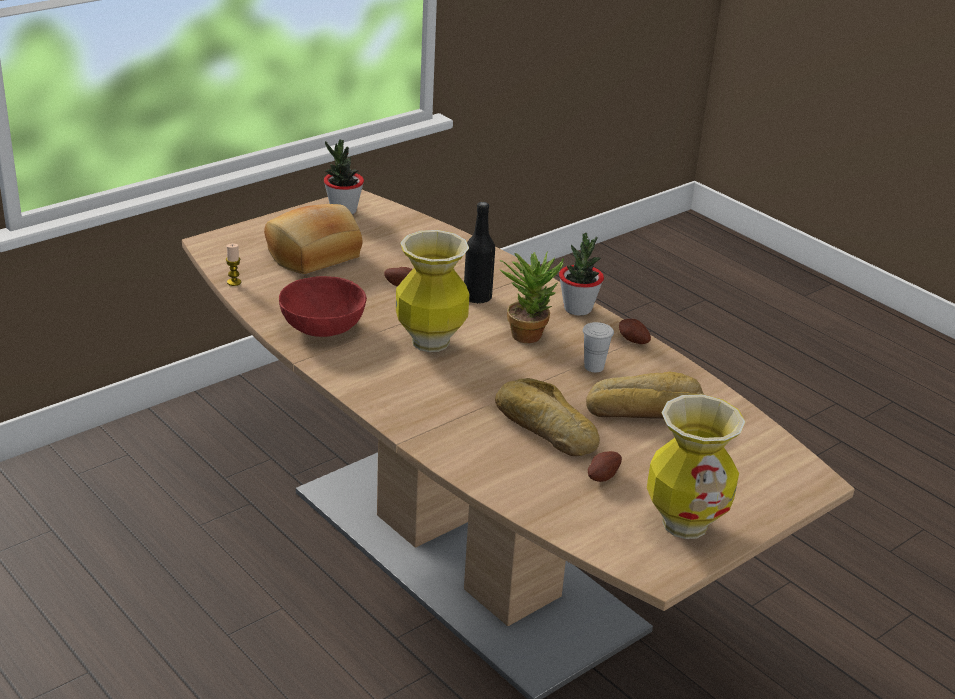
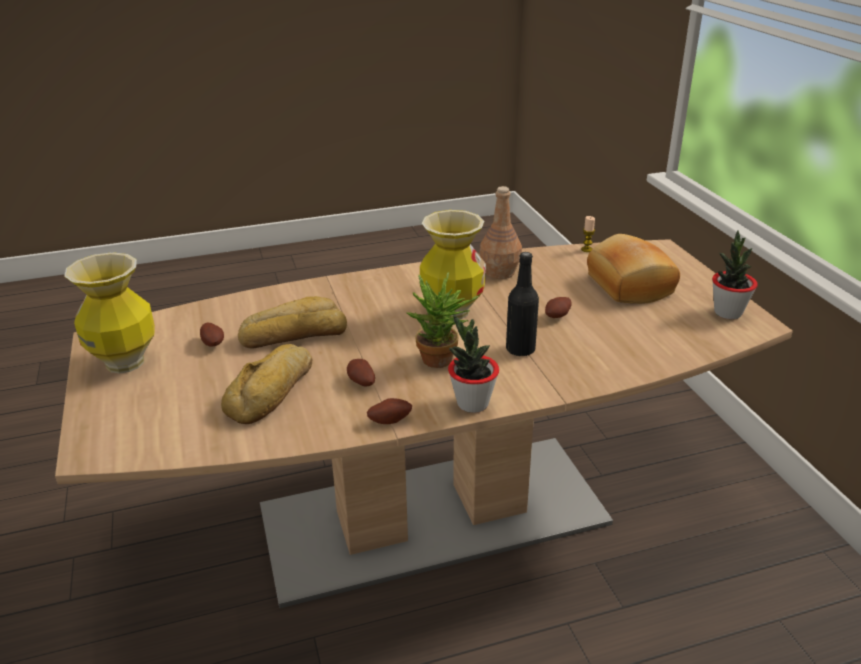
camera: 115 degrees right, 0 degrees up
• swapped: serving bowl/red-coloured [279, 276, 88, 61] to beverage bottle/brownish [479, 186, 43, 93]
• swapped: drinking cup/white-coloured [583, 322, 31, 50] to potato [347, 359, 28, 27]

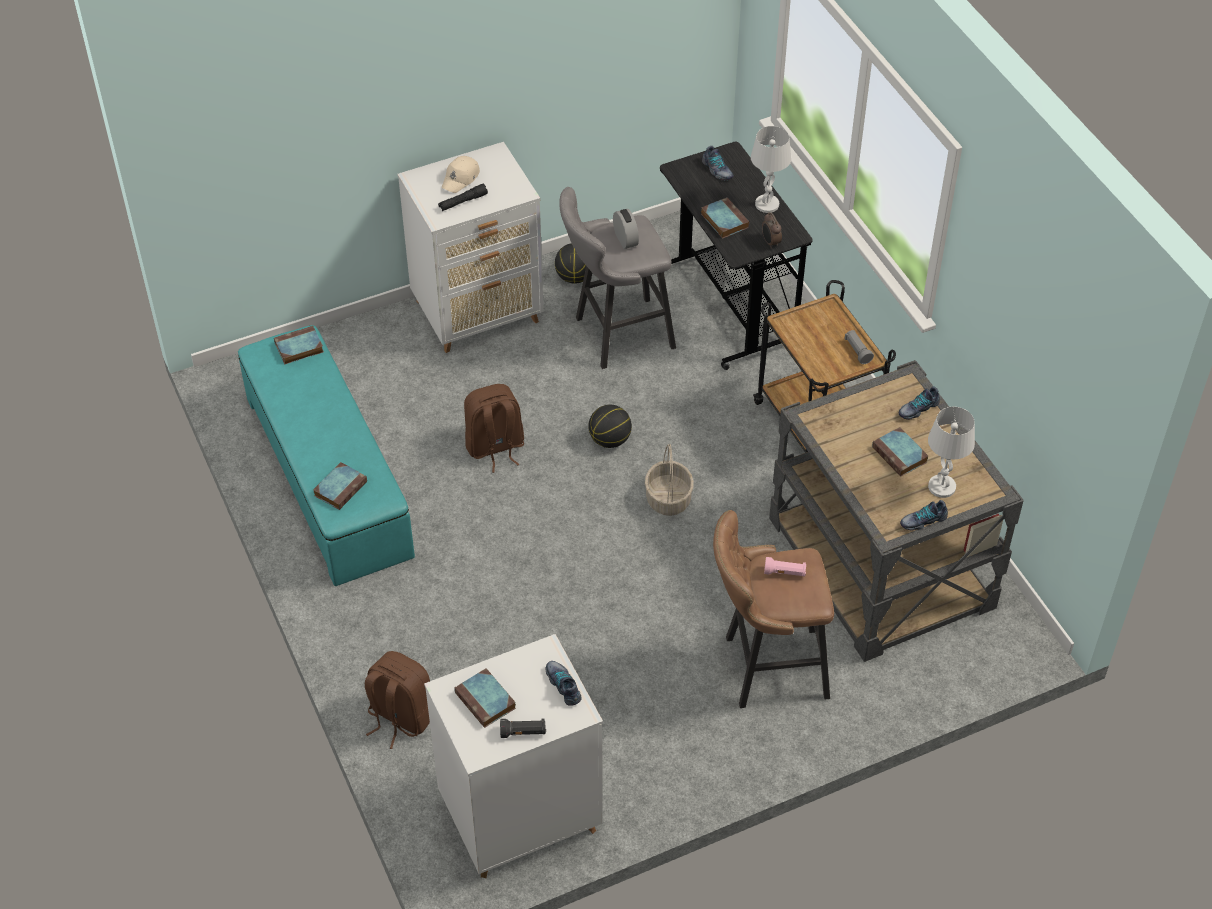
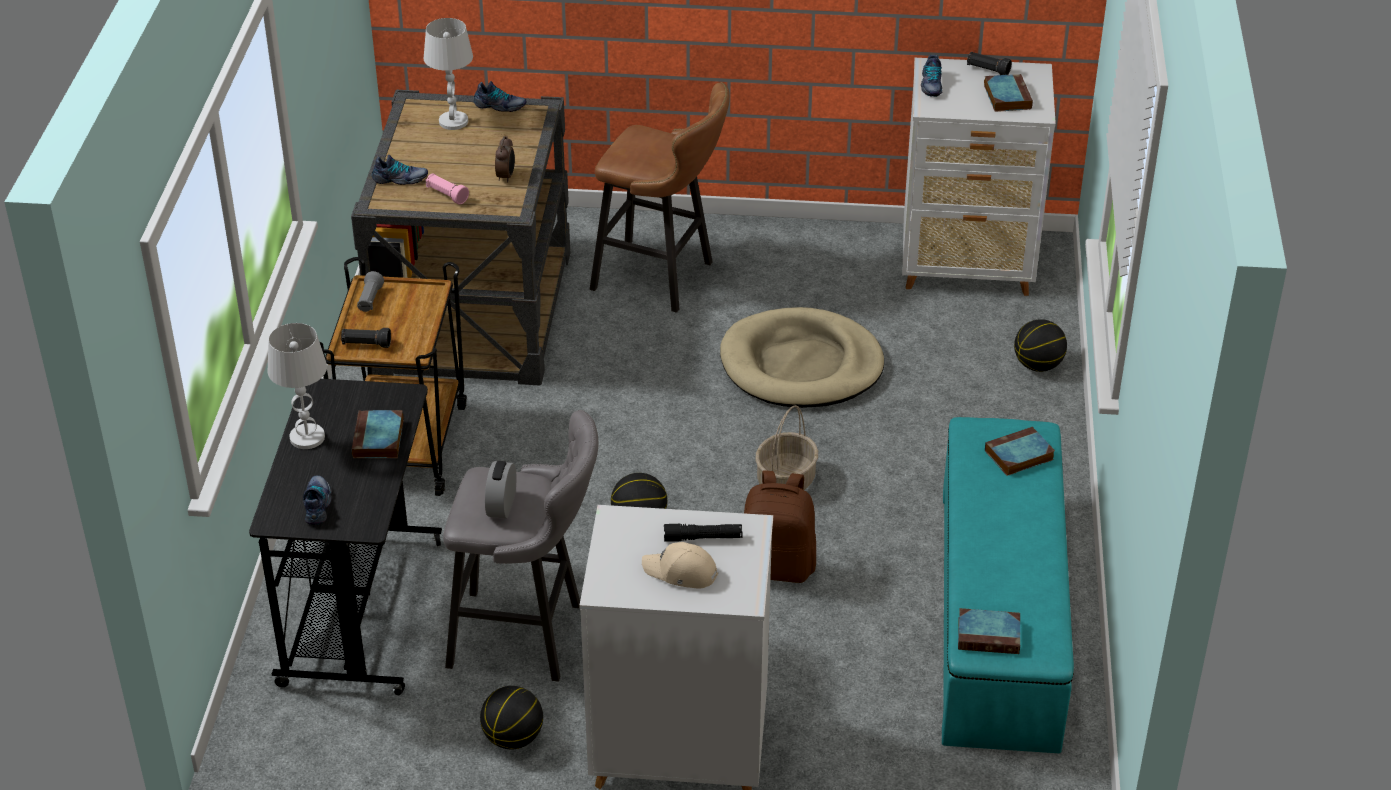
camera: 150 degrees left, 10 degrees down
• gone: book [872, 427, 56, 50]
• new: flashlight/black-coloured [341, 328, 50, 20]
• new: dog cushion/beige-coloured [720, 307, 164, 101]
• shifted: household basket [645, 444, 49, 72] to [755, 405, 63, 85]
• shifted: bedside clock [762, 212, 20, 37] to [495, 136, 20, 47]
• shifted: flashlight/pink-coloured [764, 557, 42, 20] to [426, 173, 43, 31]
• swapped: rucksack/brownish [365, 651, 65, 98] to basketball [1014, 319, 53, 53]
• rotated: baseball cap/beige-coloured [442, 156, 38, 37] = [642, 542, 76, 46] 135 degrees counterclockwise

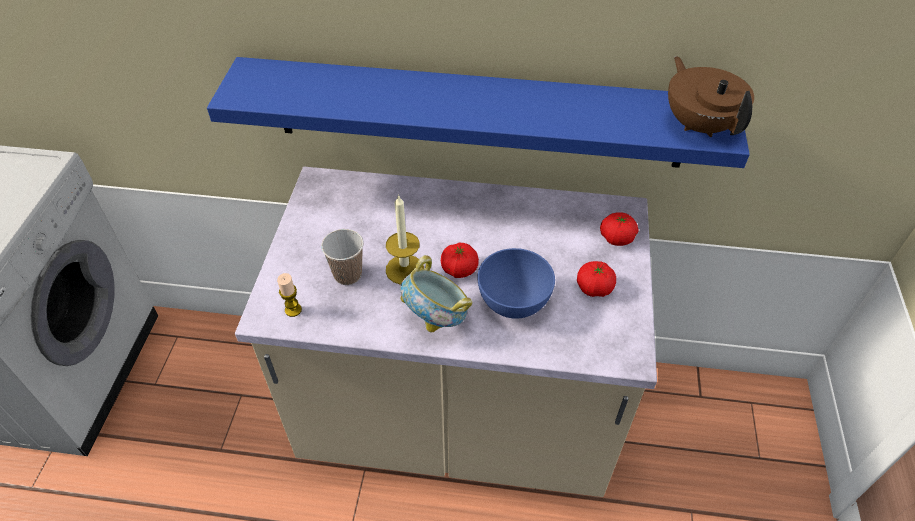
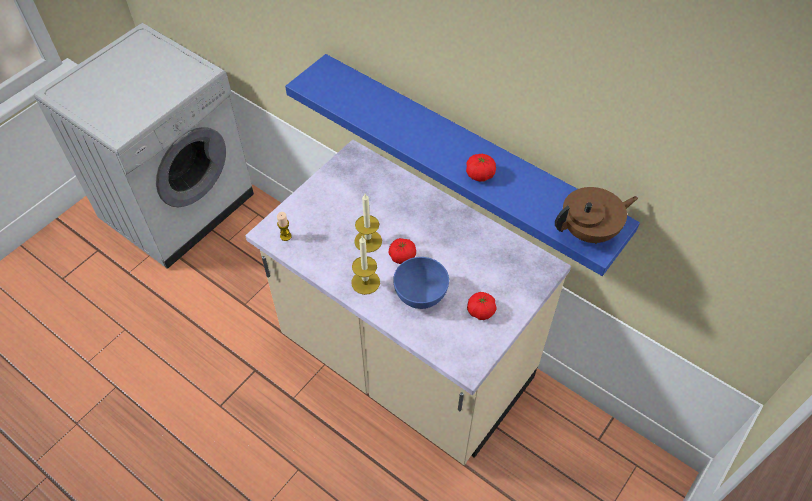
camera: 30 degrees right, 5 degrees up
• gone: drinking cup [321, 229, 43, 56]
• shifted: whole tomato [600, 212, 38, 34] to [466, 154, 30, 28]
• swapped: serving bowl [400, 255, 72, 77] to wax light [351, 236, 29, 59]
• rotated: tea pot/brownish [668, 56, 86, 81] = [555, 187, 83, 57] 60 degrees clockwise

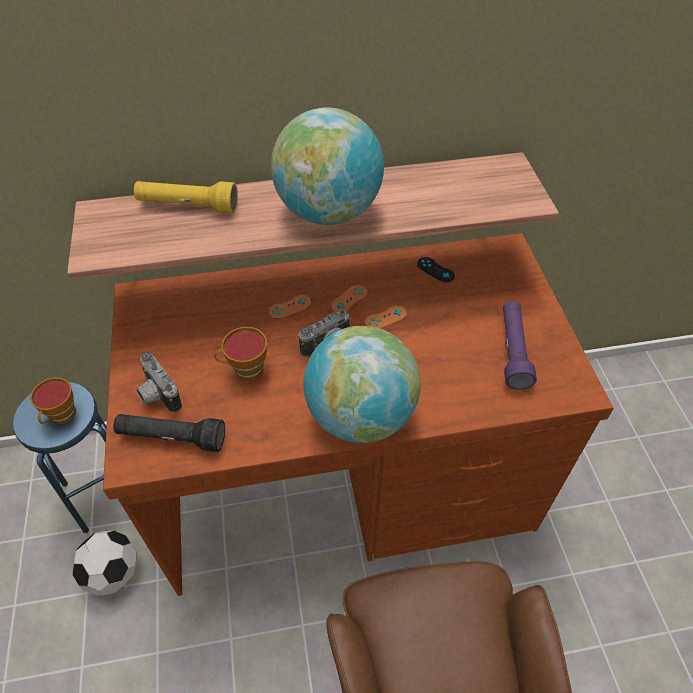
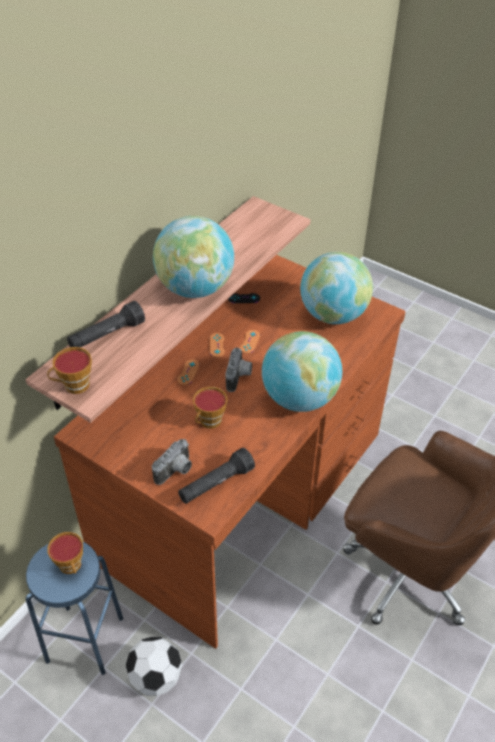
camera: 45 degrees left, 5 degrees down
• new: drinking cup [47, 347, 45, 47]
• swapped: flashlight/purplish [503, 301, 34, 89] to globe [300, 252, 73, 72]
• repainted: flashlight/yellowish [134, 181, 104, 32] to flashlight/black-coloured [67, 301, 78, 46]
• rotated: still camera [137, 352, 45, 61] = [152, 439, 40, 46] 60 degrees counterclockwise

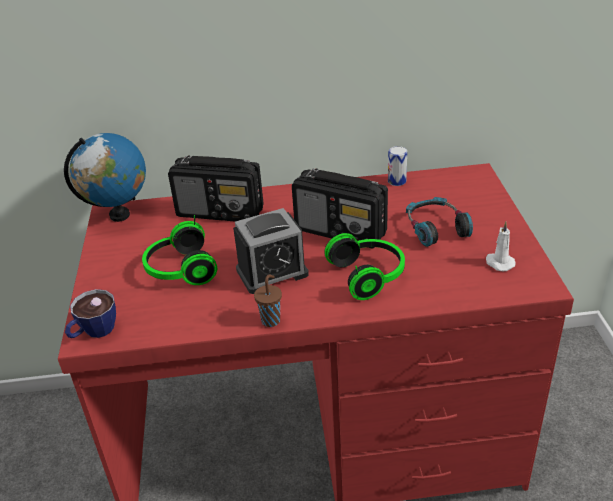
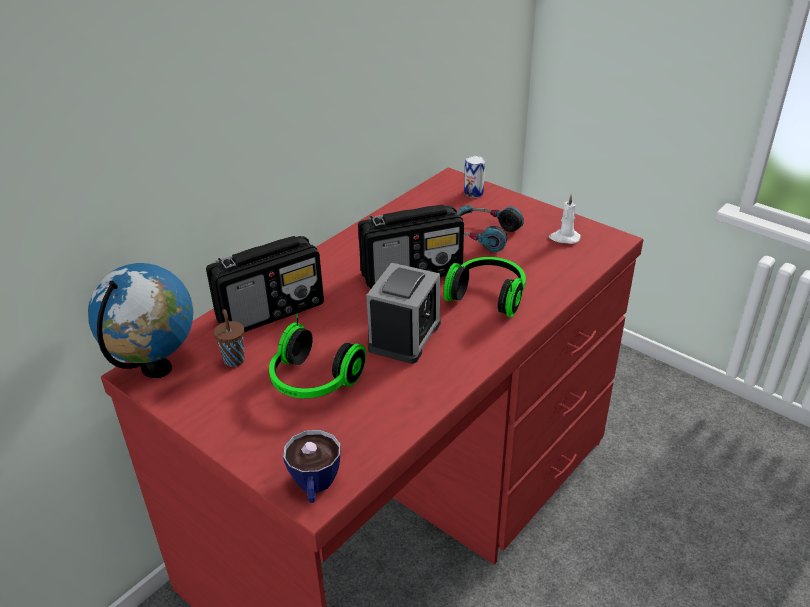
camera: 45 degrees left, 0 degrees up
• shifted: drinking cup/brownish [254, 274, 28, 53] to [214, 309, 31, 58]
• shifted: sealed can [388, 146, 19, 40] to [464, 156, 21, 42]

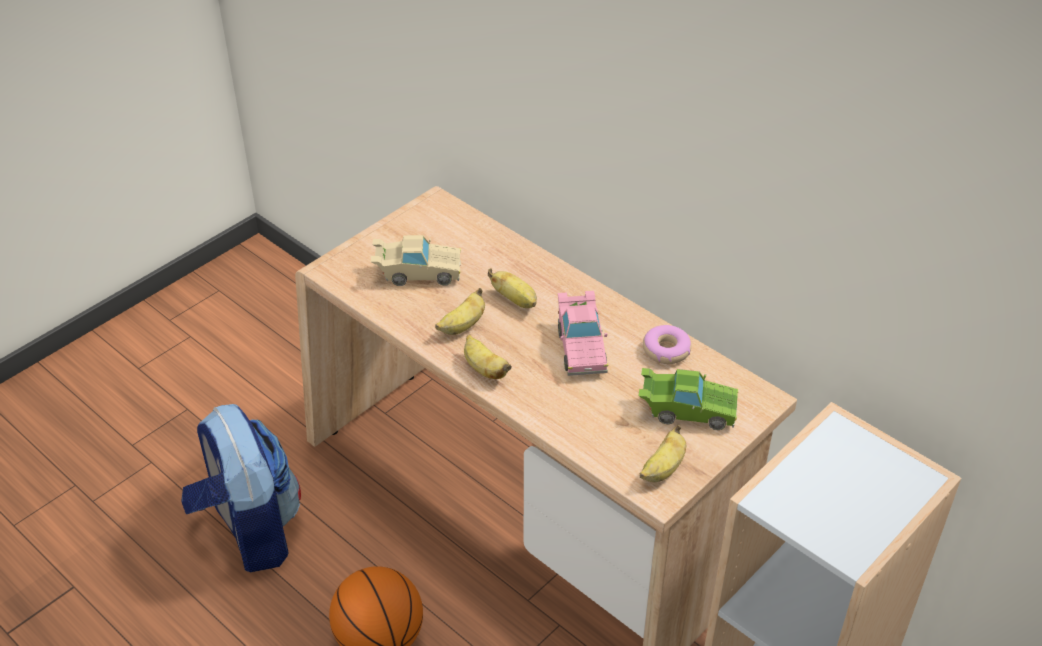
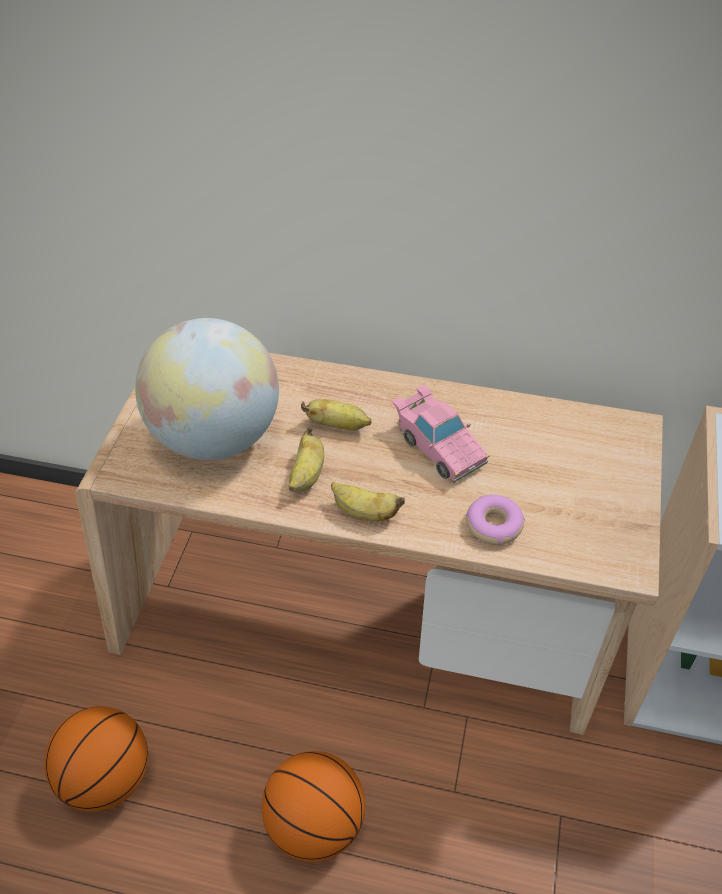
camera: 30 degrees left, 5 degrees up
• gone: miniature car/greenish [639, 368, 100, 62]
• gone: whole banana [640, 425, 46, 57]
• shifted: donut [643, 325, 49, 39] to [466, 495, 59, 50]
• swapped: rucksack [181, 404, 120, 168] to basketball [44, 706, 104, 106]
• swapped: miniature car/beige-coloured [371, 235, 90, 51] to globe [135, 318, 144, 142]

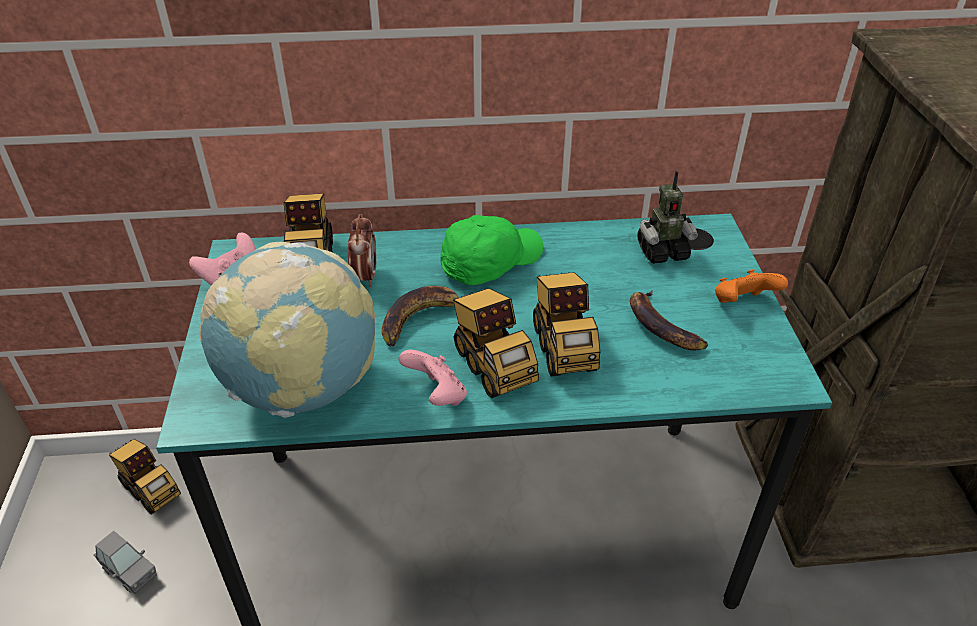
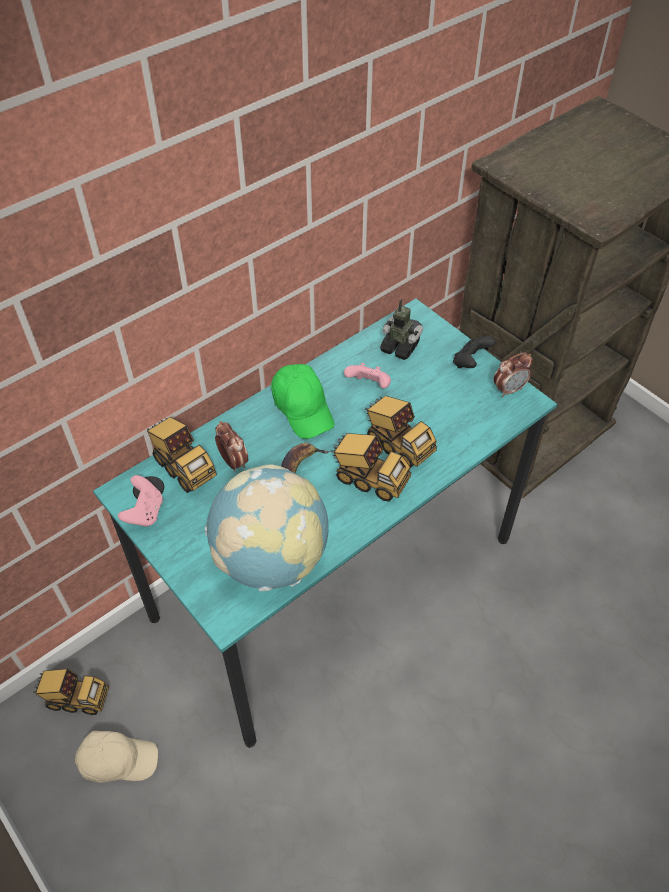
camera: 35 degrees left, 10 degrees up
• gone: whole banana [630, 291, 78, 60]
• new: bedside clock [493, 352, 40, 45]
• shifted: joypad/pink-coloured [398, 349, 69, 57] to [344, 363, 47, 26]
• swapped: miniature car/grey [94, 531, 63, 63] to baseball cap/beige-coloured [75, 731, 83, 52]
• repainted: joypad/orange-coloured [715, 269, 73, 34] to joypad/black-coloured [453, 336, 43, 32]
• rotated: baseball cap/greenish [440, 215, 104, 70] = [271, 364, 64, 75] 135 degrees clockwise
• rotated: toy robot [637, 171, 61, 93] = [380, 299, 43, 61] 105 degrees counterclockwise

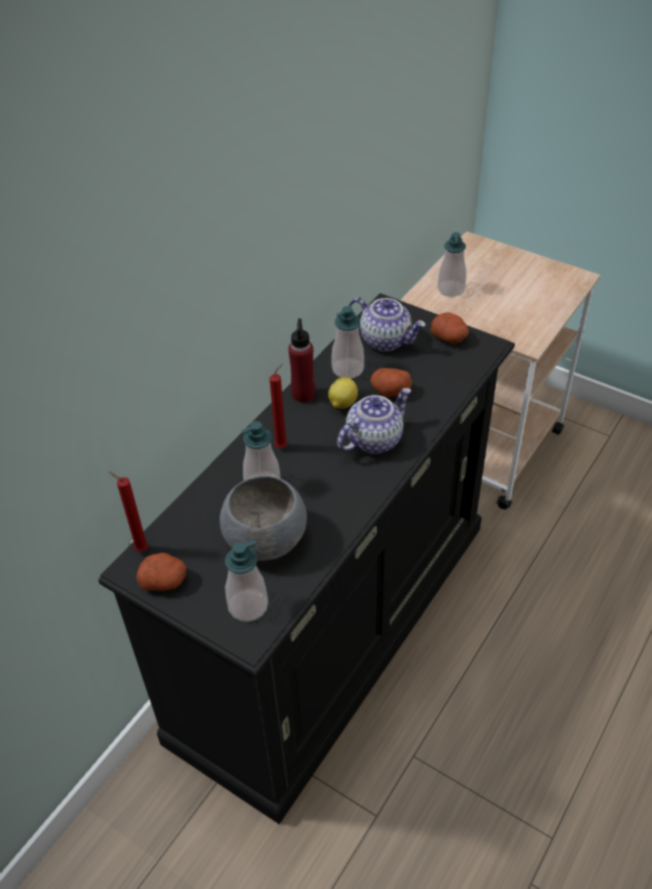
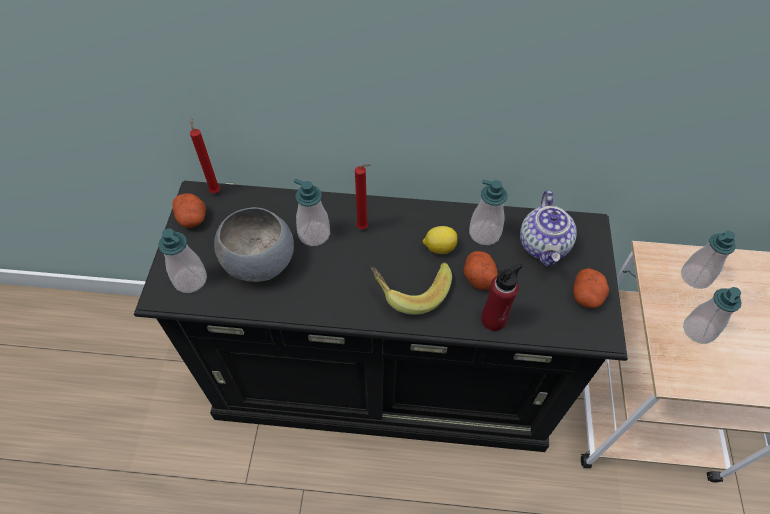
camera: 60 degrees right, 10 degrees up
• new: soap dispenser [683, 287, 59, 57]
• shifted: beverage bottle/red-coloured [288, 319, 27, 84] to [481, 264, 42, 67]
• swapped: tea pot [337, 388, 74, 66] to whole banana [371, 263, 81, 52]

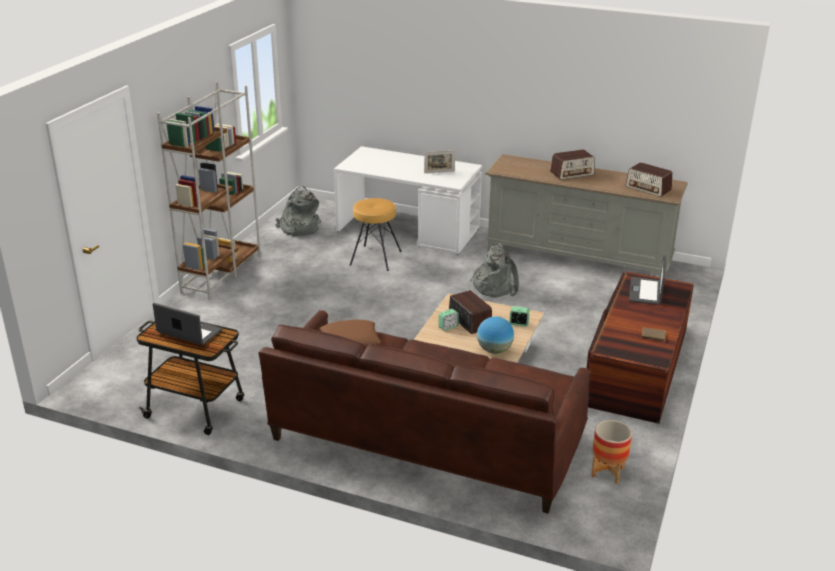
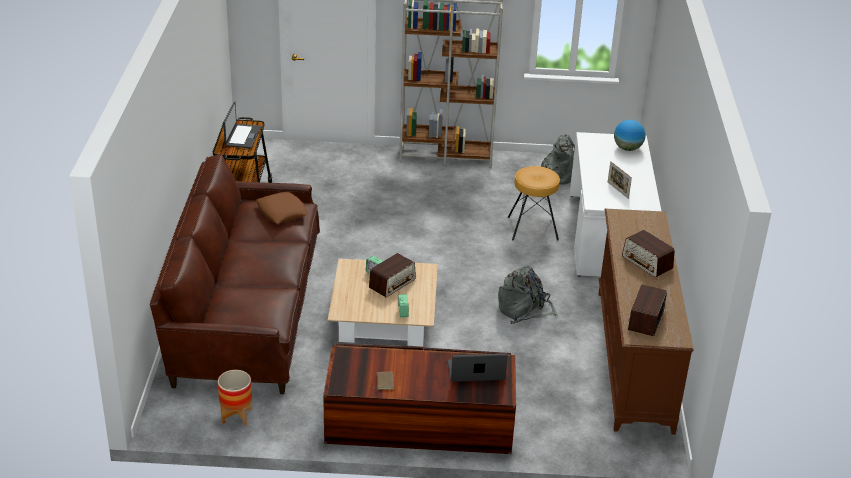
camera: 70 degrees right, 5 degrees up
• shifted: globe [477, 316, 37, 38] to [614, 120, 32, 31]
• repainted: cupboard/grey [485, 154, 203, 124] to cupboard/brownish [599, 209, 95, 226]

